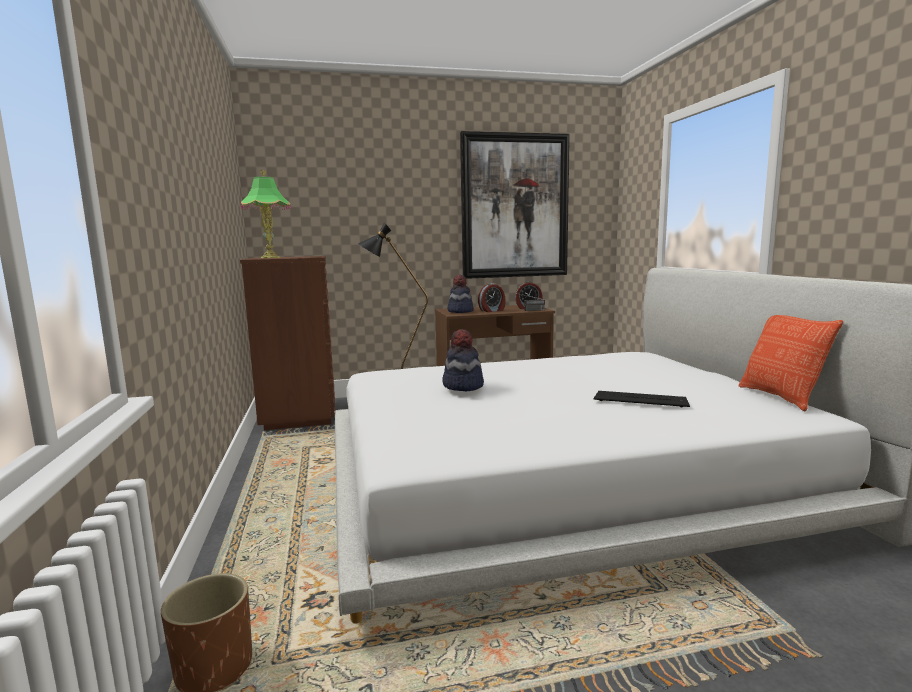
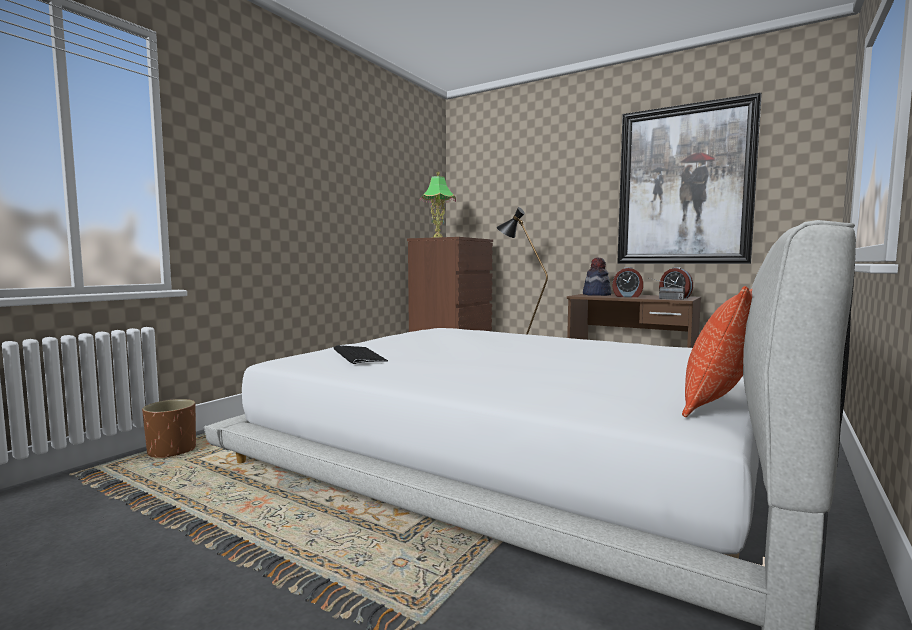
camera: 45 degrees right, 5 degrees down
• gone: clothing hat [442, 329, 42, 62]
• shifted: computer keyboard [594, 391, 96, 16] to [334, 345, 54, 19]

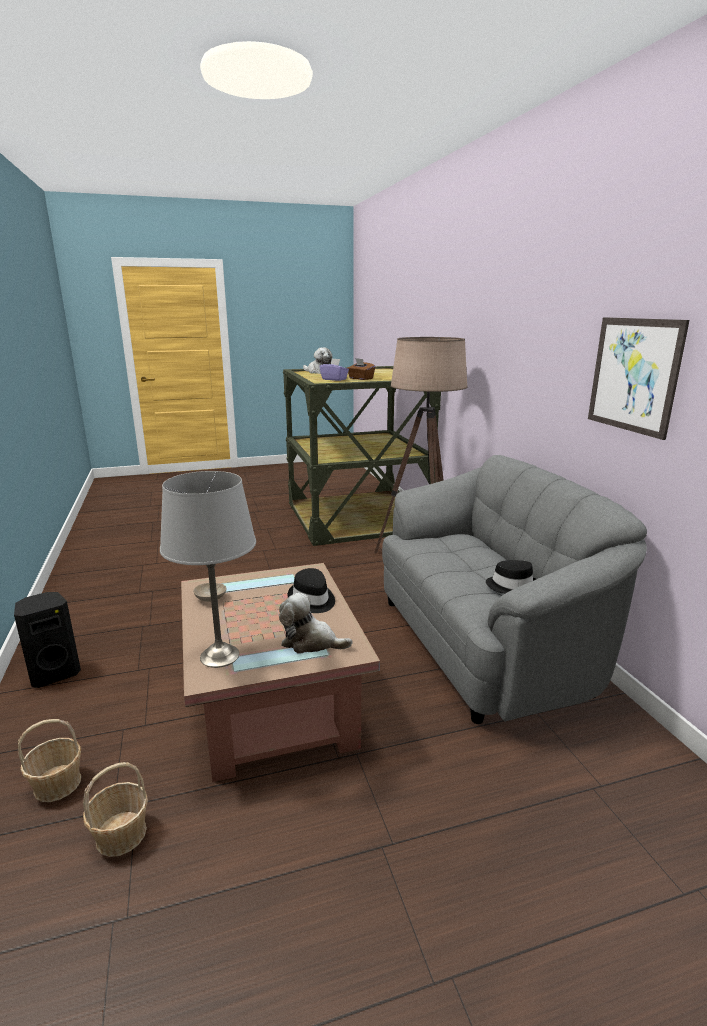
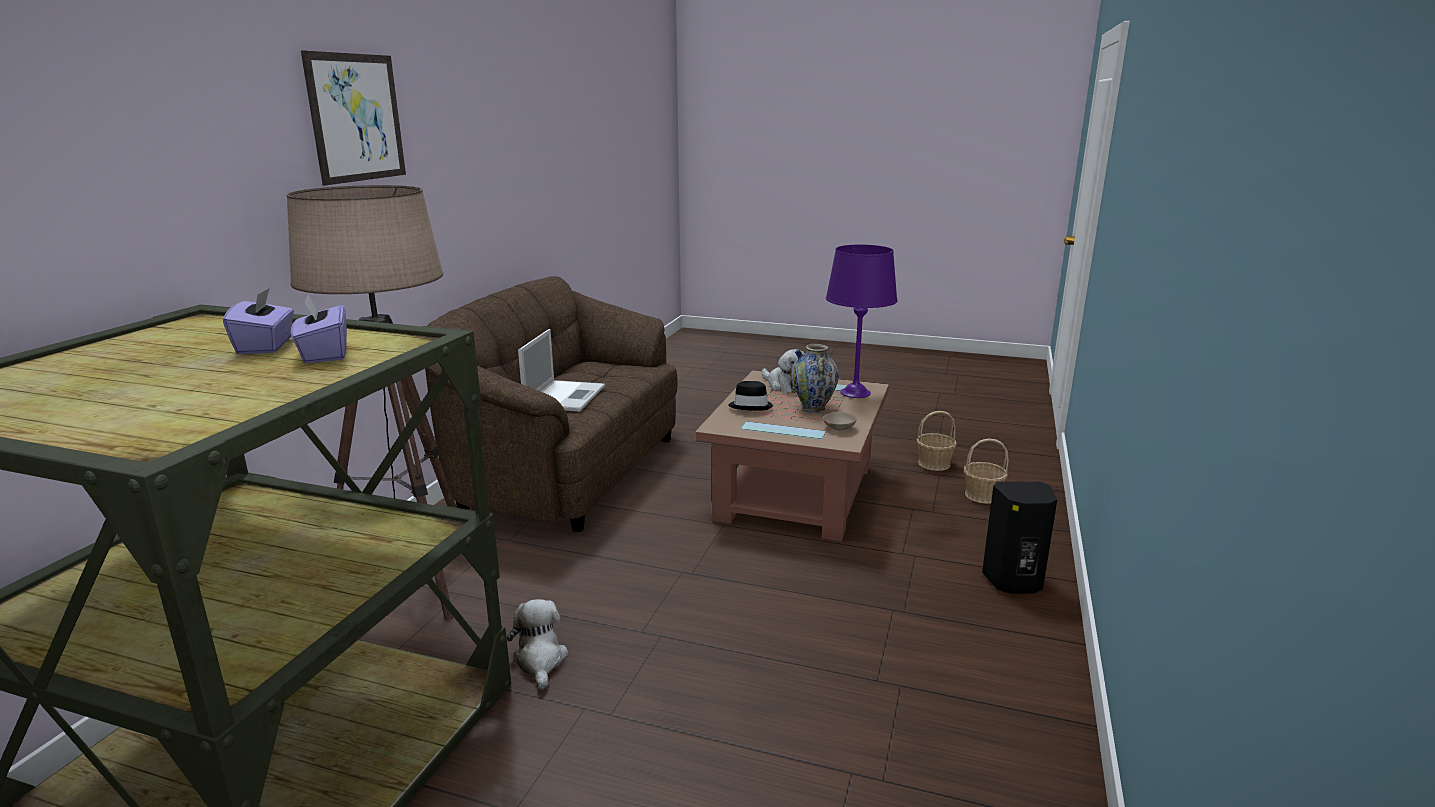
camera: 145 degrees left, 0 degrees up
• gone: clothing hat/black-coloured [486, 560, 50, 34]
• new: laptop [518, 329, 87, 83]
• new: decorative vase [791, 343, 48, 70]
• shifted: cuddly toy [303, 347, 29, 27] to [507, 599, 61, 91]
• shifted: wall picture [588, 317, 101, 123] to [301, 51, 105, 134]
• repainted: tabletop lamp/grey [160, 471, 96, 197] to tabletop lamp/purplish [826, 245, 71, 153]
• repainted: tissue box/brownish [347, 358, 29, 22] to tissue box/purplish [223, 288, 71, 67]
• repainted: sofa/grey [382, 455, 265, 269] to sofa/brownish [425, 276, 253, 256]

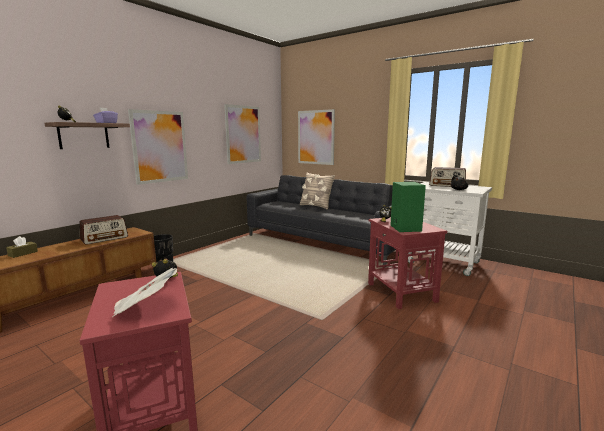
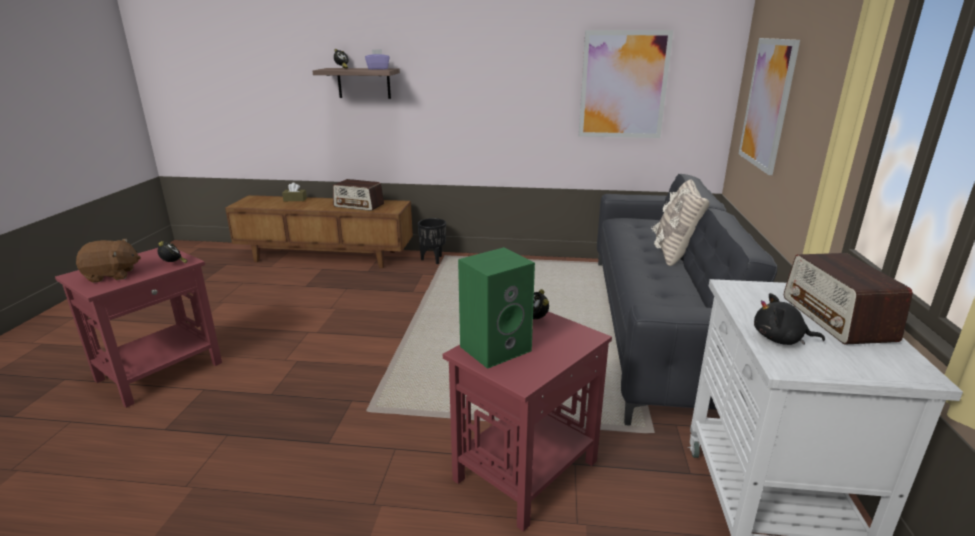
camera: 60 degrees right, 10 degrees up
• gone: wall picture [128, 109, 60, 76]
• swapped: newspaper [112, 267, 65, 50] to cuddly toy/brownish [76, 239, 65, 44]

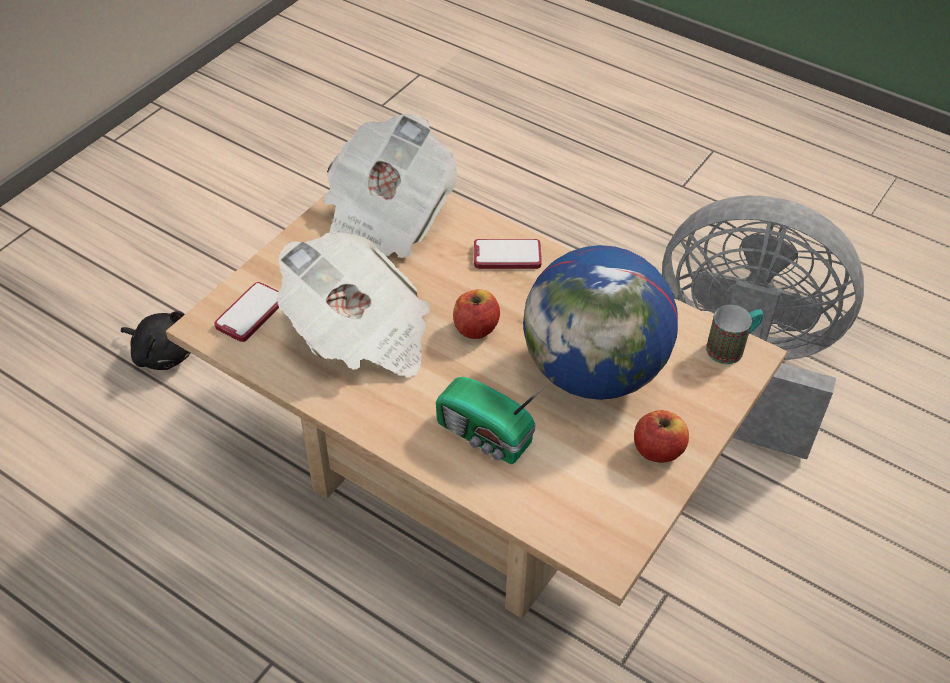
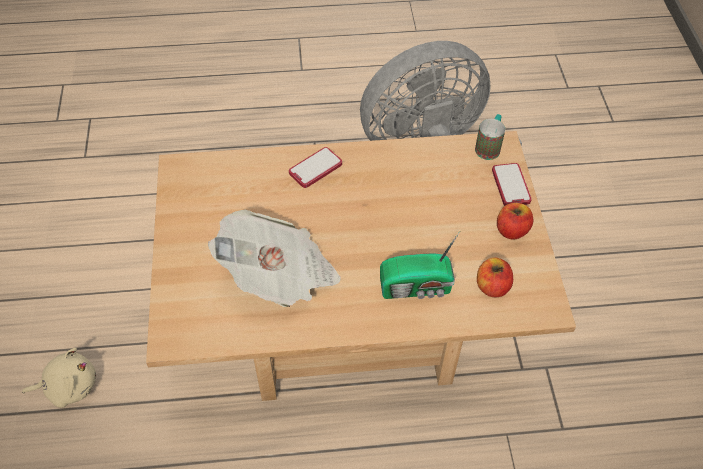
camera: 40 degrees left, 5 degrees up
• gone: newspaper [323, 114, 134, 144]
• gone: globe [523, 245, 155, 155]
• shifted: telephone [214, 282, 65, 60] to [492, 163, 40, 43]
• shifted: whole apple [453, 290, 47, 49] to [477, 257, 36, 40]
• repainted: cuddly toy/black-coloured [121, 311, 70, 59] to cuddly toy/beige-coloured [22, 348, 74, 60]

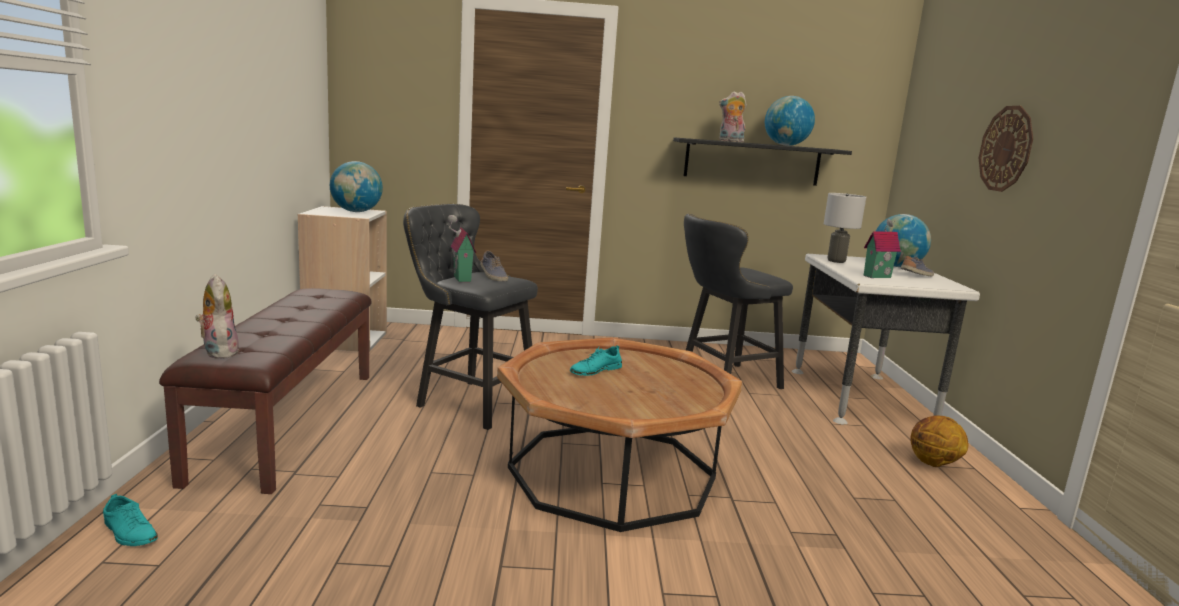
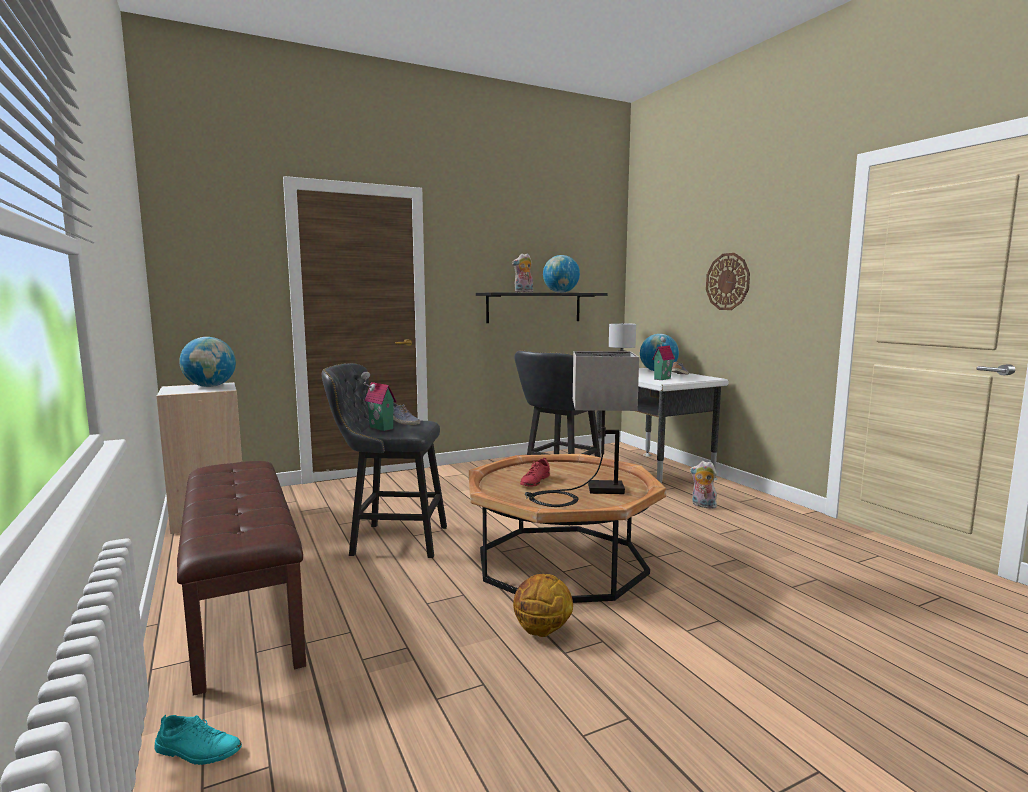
camera: 25 degrees left, 5 degrees down
• new: tabletop lamp [525, 351, 114, 156]
• shifted: cuddly toy [196, 274, 44, 85] to [690, 461, 27, 48]
• shifted: basketball [911, 415, 57, 52] to [513, 574, 60, 63]
• repainted: shoe/blue-green [570, 345, 52, 31] to shoe/red-coloured [520, 458, 30, 29]

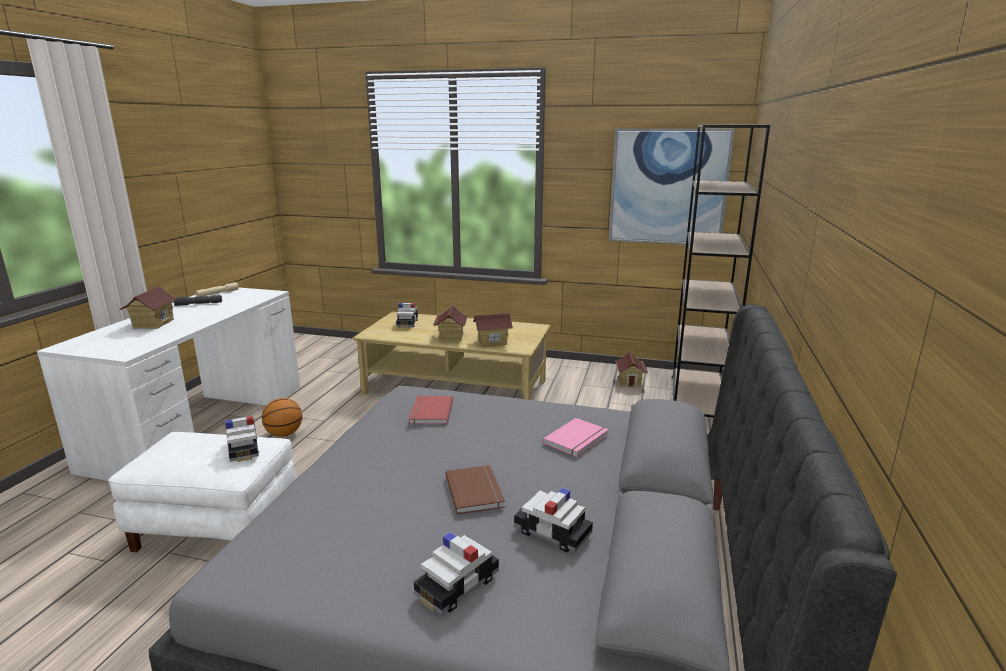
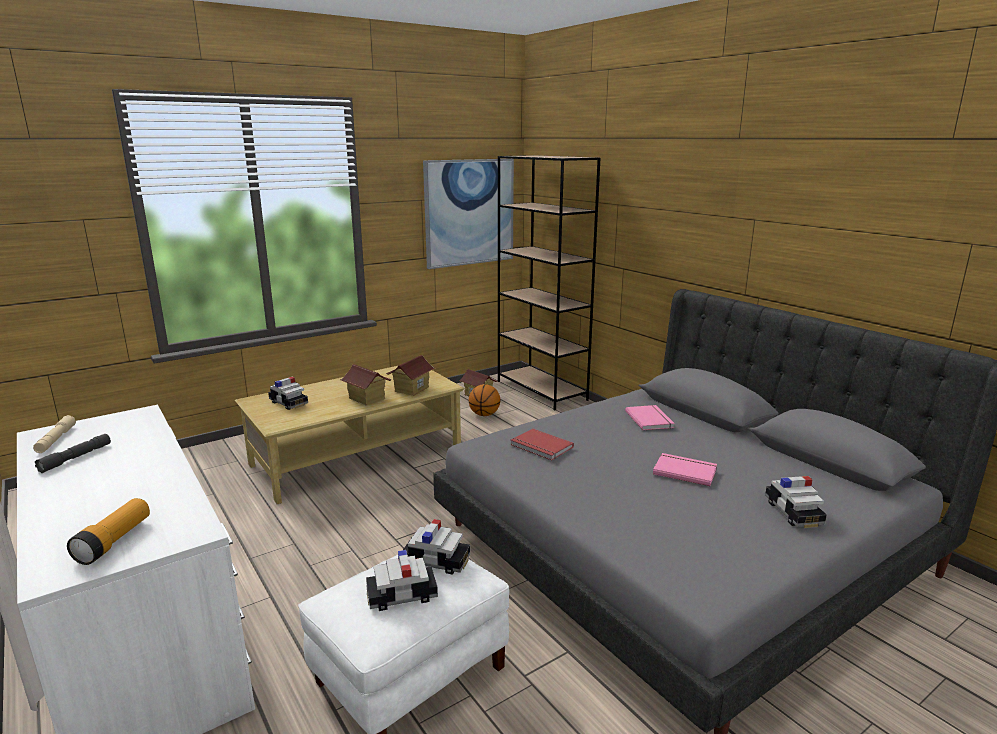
camera: 50 degrees left, 0 degrees up
• gone: toy house [119, 286, 59, 43]
• new: flashlight [67, 498, 83, 67]
• shifted: basketball [262, 398, 40, 39] to [469, 384, 31, 32]
• shifted: miniature car [514, 488, 79, 65] to [366, 550, 72, 61]
• repainted: book/brownish [445, 465, 60, 50] to book/pink-coloured [653, 453, 64, 33]

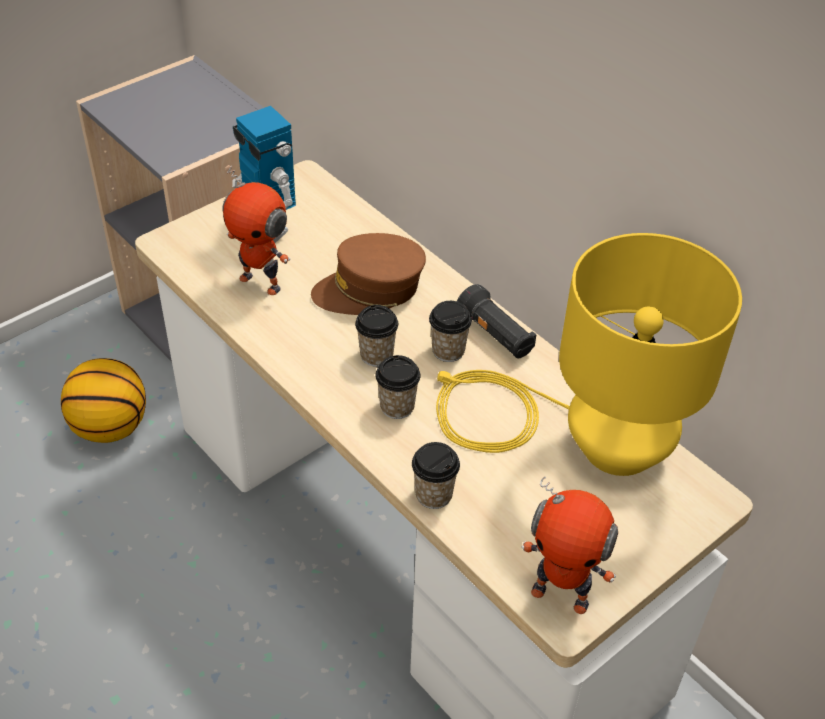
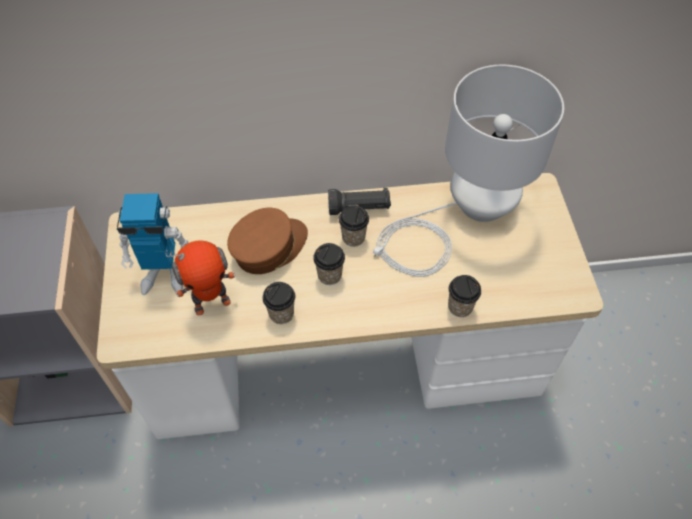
camera: 55 degrees left, 10 degrees up
• gone: basketball [61, 358, 85, 85]
• gone: toy robot [522, 477, 96, 137]
• shifted: drinking cup [375, 355, 45, 64] to [263, 282, 32, 42]
• repainted: tabletop lamp/yellowish [436, 233, 306, 243] to tabletop lamp/white-coloured [373, 64, 191, 213]
• rotated: baseball cap/brownish [311, 233, 115, 82] = [227, 208, 81, 66] 150 degrees counterclockwise

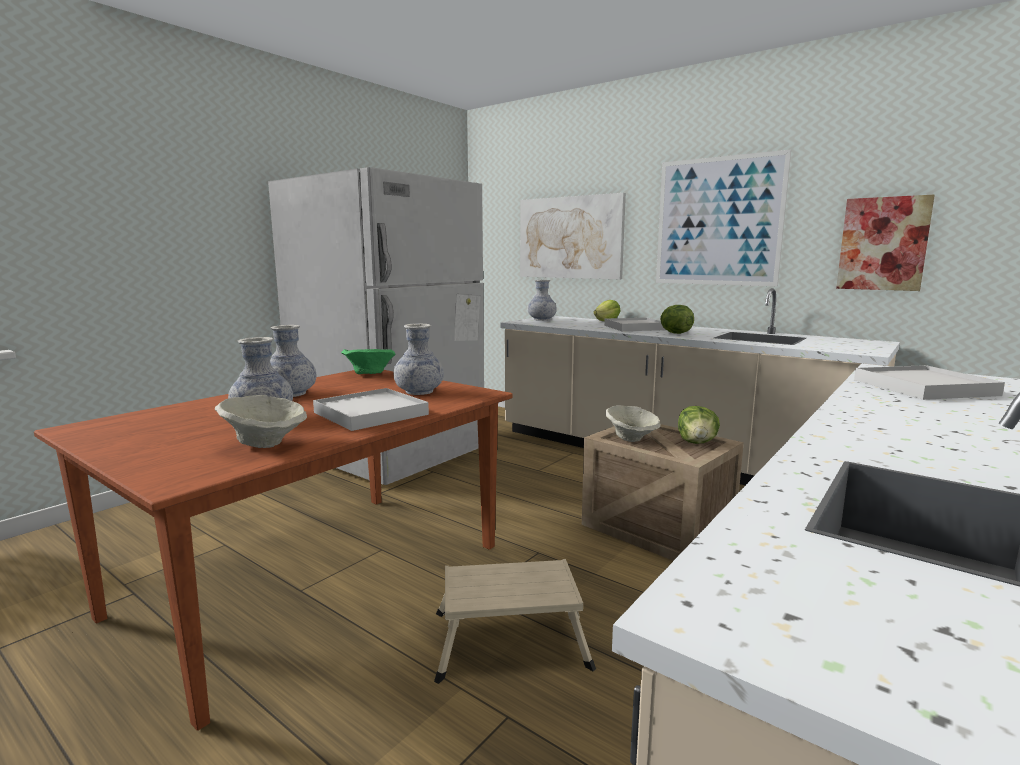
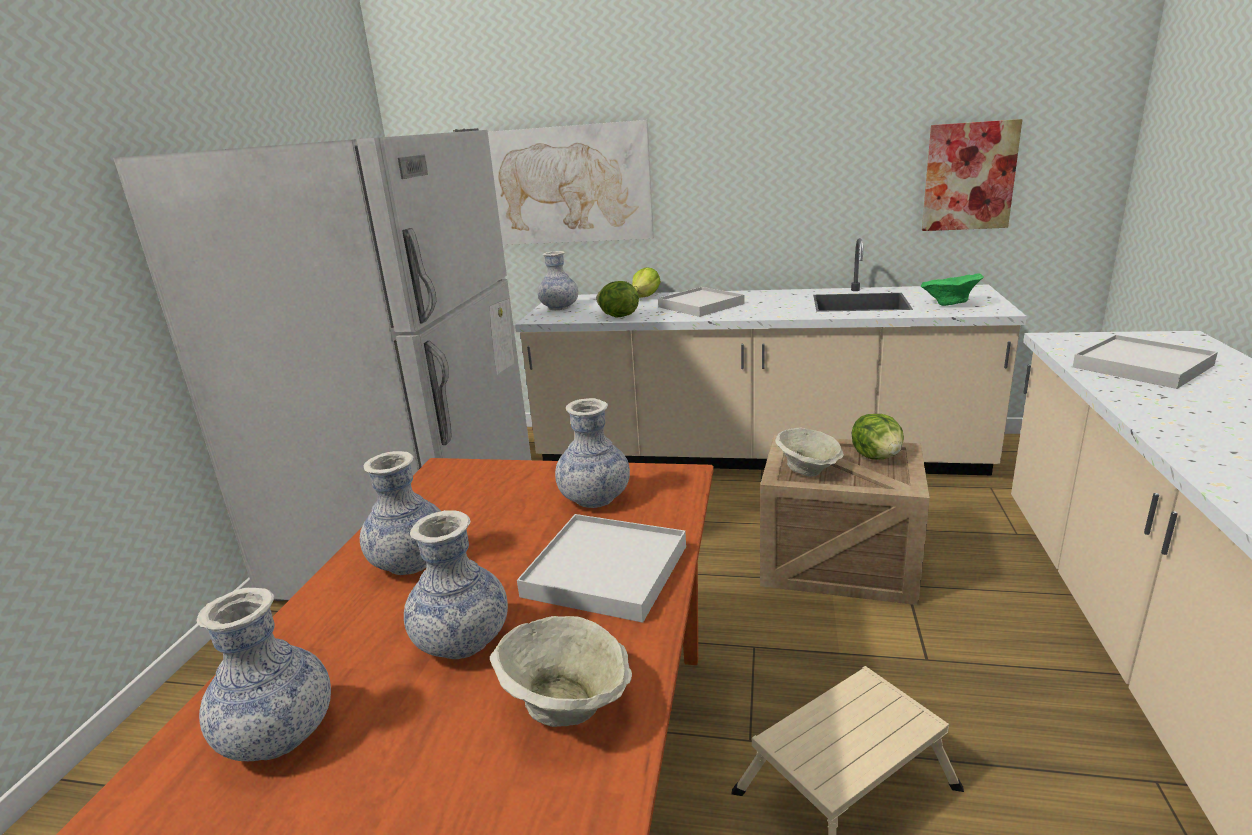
camera: 25 degrees left, 10 degrees up
• gone: wall picture [656, 149, 135, 137]
• new: decorative vase [197, 587, 134, 174]
• shifted: serving bowl/greenish [341, 349, 55, 25] to [921, 273, 63, 33]
• shifted: lettuce head [660, 305, 34, 29] to [596, 281, 43, 36]

